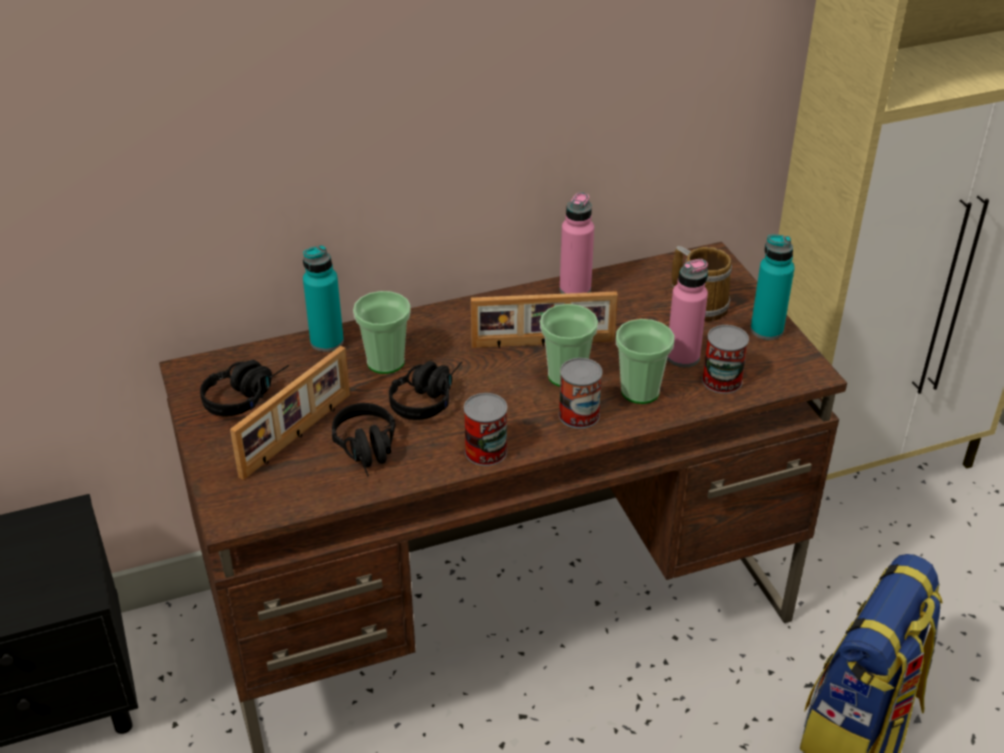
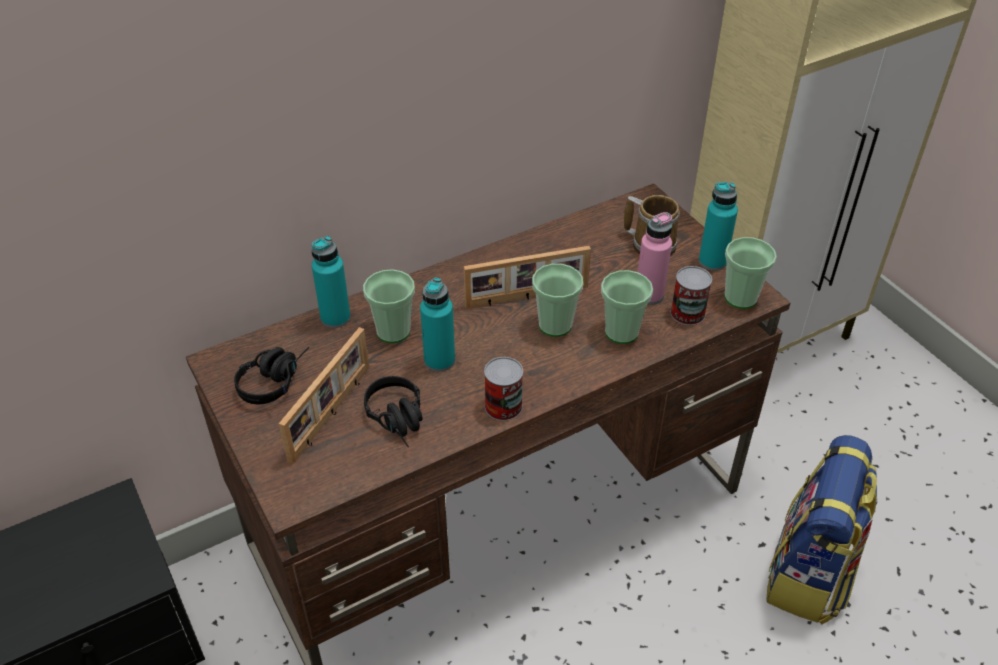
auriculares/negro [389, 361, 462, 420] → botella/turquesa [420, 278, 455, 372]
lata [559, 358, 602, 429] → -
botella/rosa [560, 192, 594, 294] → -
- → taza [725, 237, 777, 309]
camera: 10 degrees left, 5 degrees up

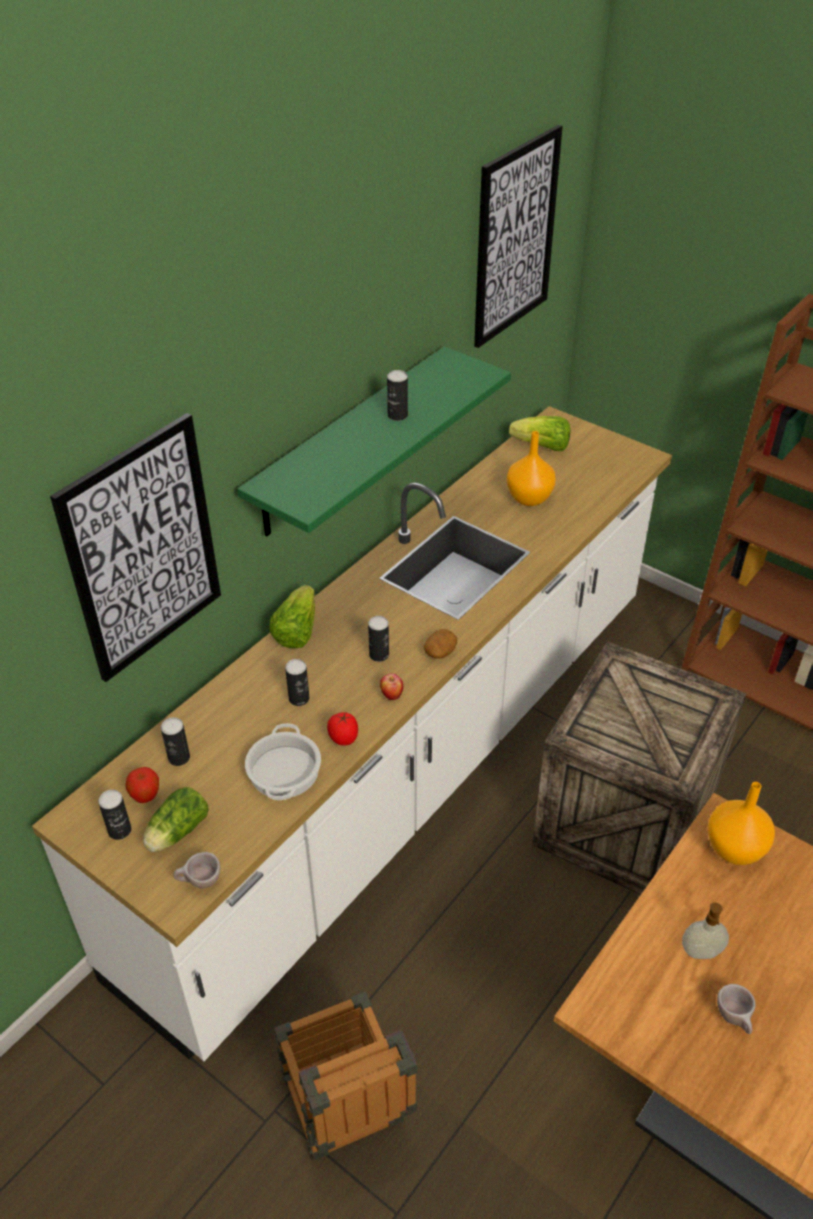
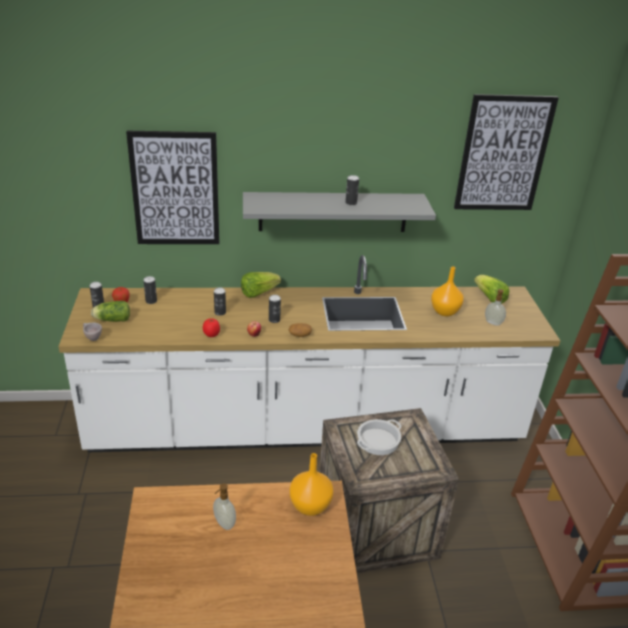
estante/verde [237, 347, 511, 536] → estante/gris [243, 192, 436, 232]
olla [245, 724, 321, 800] → olla [357, 419, 401, 455], shifted
caja de embalaje [274, 992, 417, 1161] → -
taza/beis [717, 984, 756, 1034] → -
- → dispensador de jabón [485, 289, 506, 326]
camera: 45 degrees right, 10 degrees down

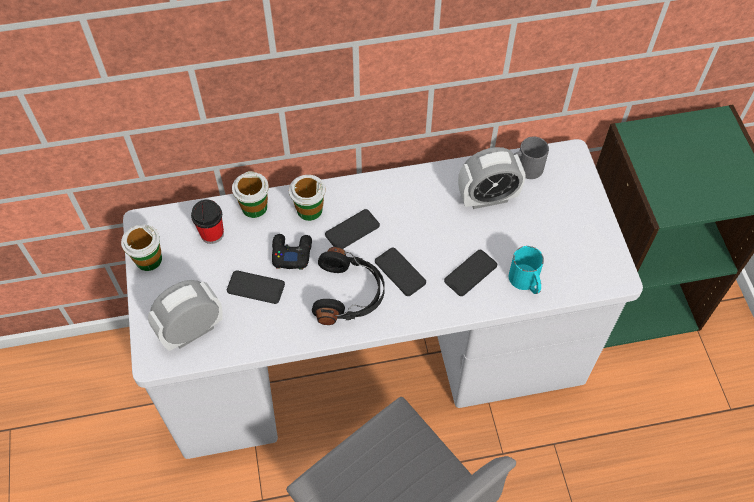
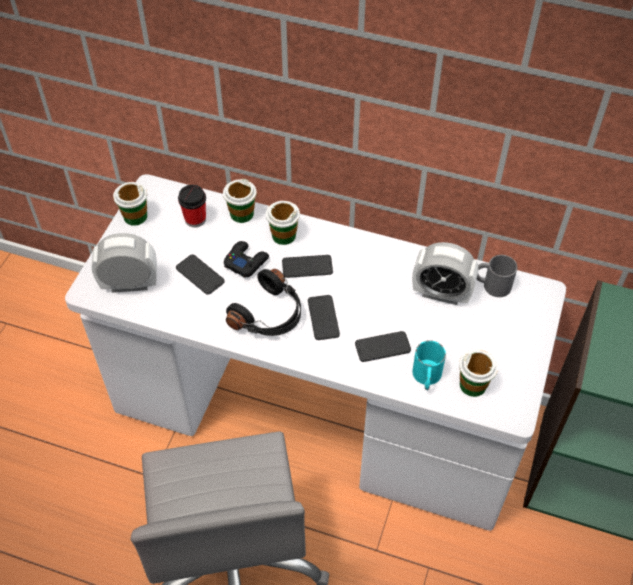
- → taza [459, 349, 498, 397]
camera: 30 degrees right, 5 degrees down

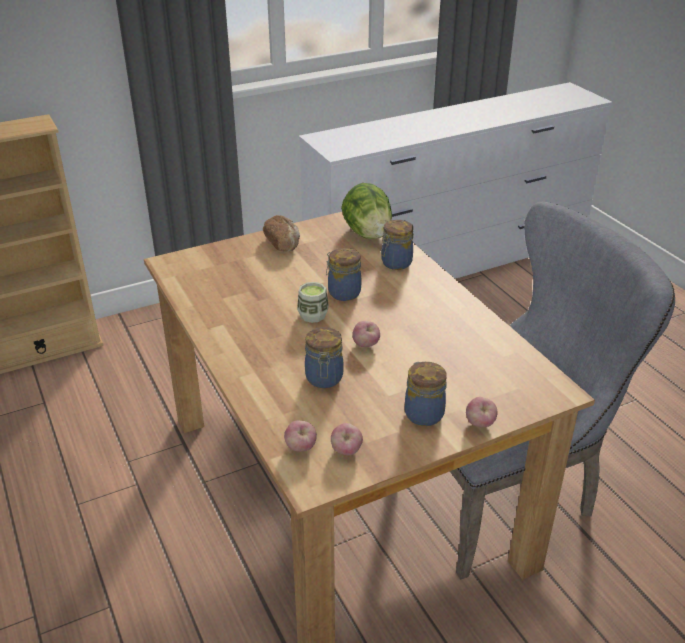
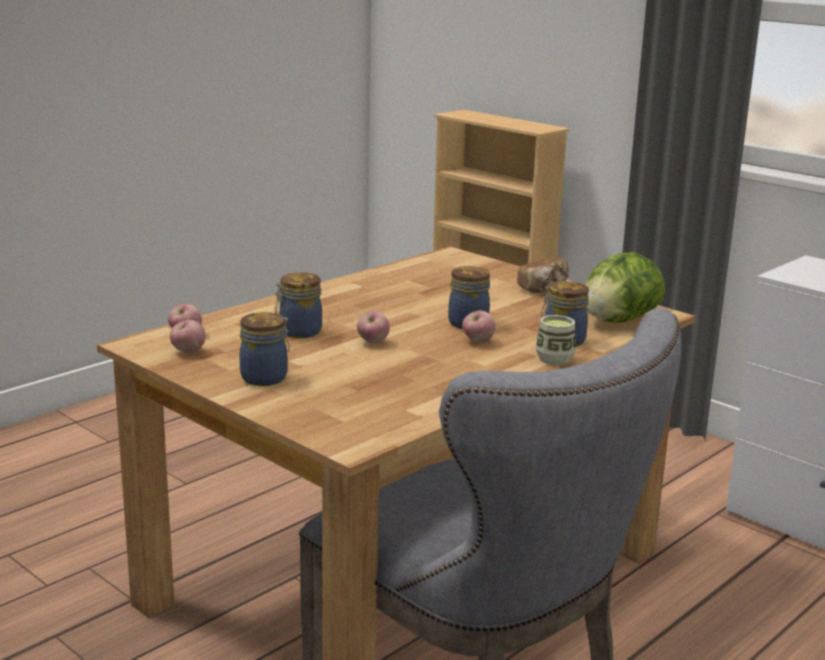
taza [297, 282, 329, 323] → taza [536, 315, 576, 365], shifted
manzana [466, 397, 498, 427] → manzana [462, 310, 496, 343], shifted
camera: 70 degrees right, 15 degrees down

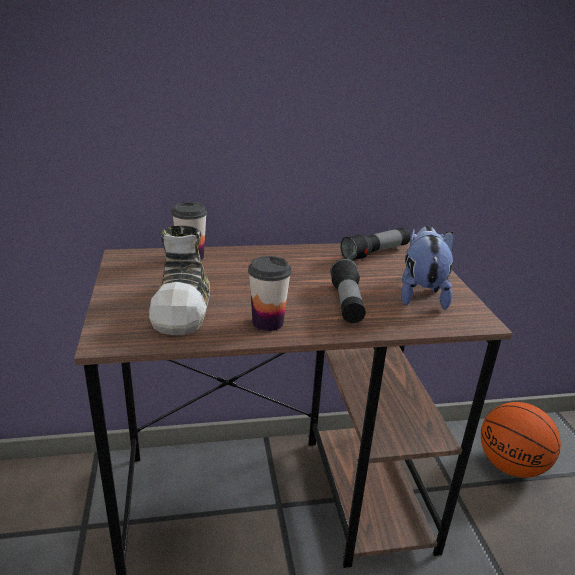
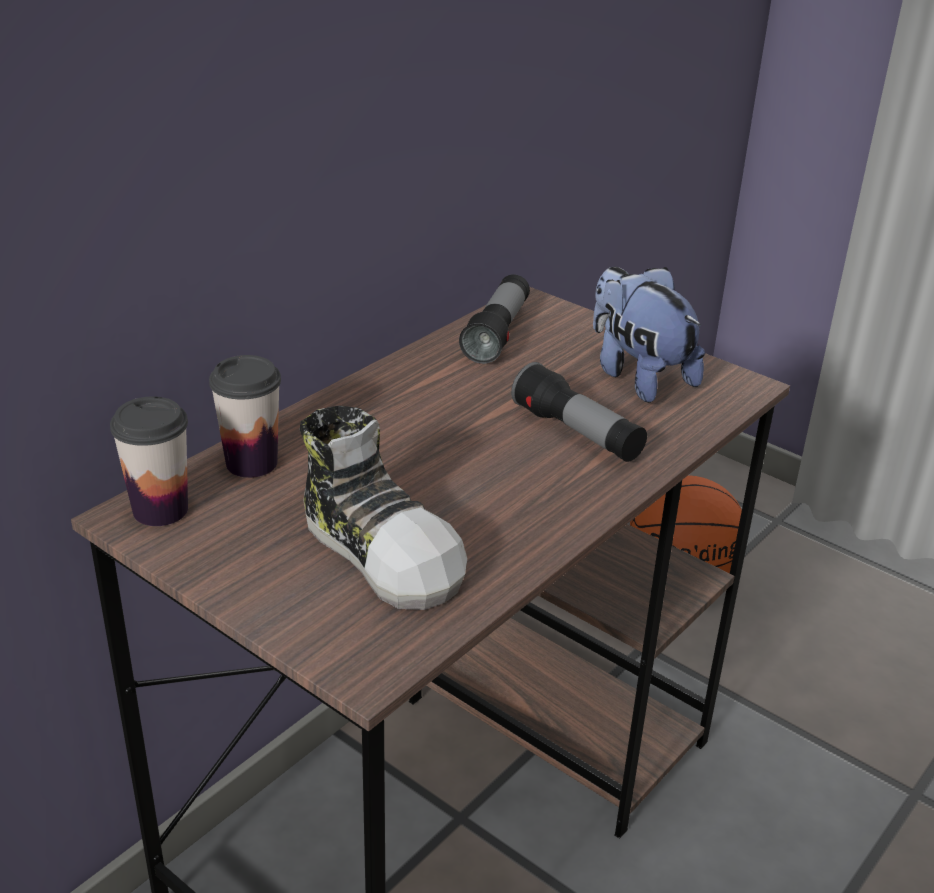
taza [248, 256, 292, 331] → taza [110, 397, 188, 526], shifted
camera: 40 degrees left, 5 degrees up

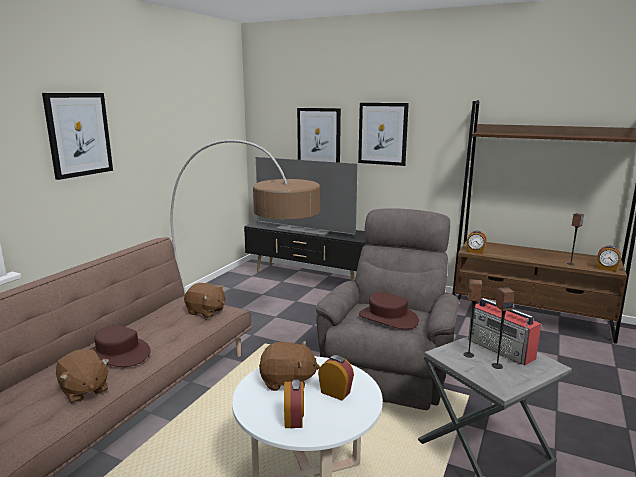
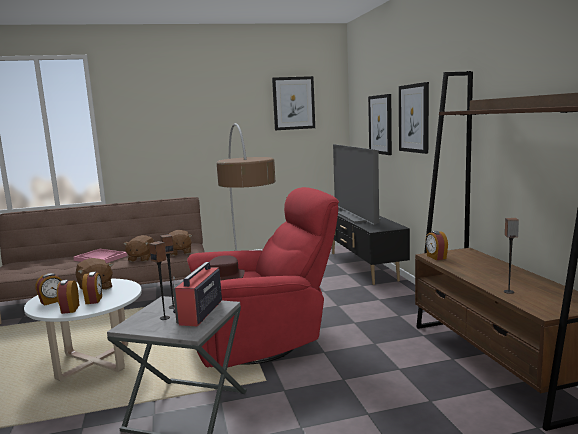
cuadro [42, 93, 113, 180] → cuadro [272, 76, 315, 130], shifted
peluche/marrón [56, 349, 109, 403] → peluche/marrón [123, 235, 154, 262], shifted
sombrero/marrón [91, 325, 150, 367] → bandeja/rosa [73, 249, 127, 263]
sillón/gris [316, 208, 459, 410] → sillón/rojo [187, 187, 339, 368]
despertador [598, 246, 621, 272] → despertador [57, 280, 79, 314], shifted
camera: 50 degrees right, 5 degrees down

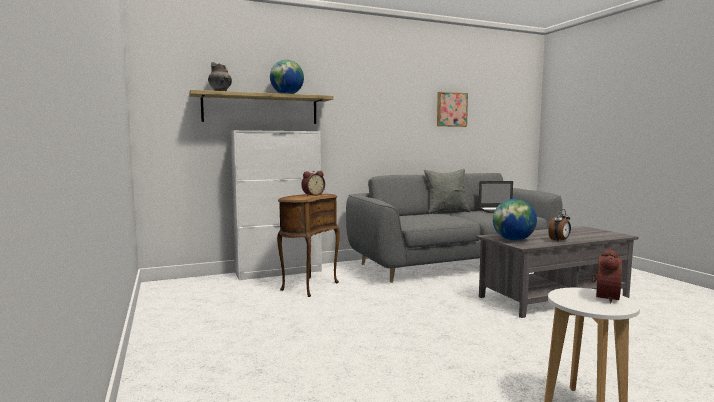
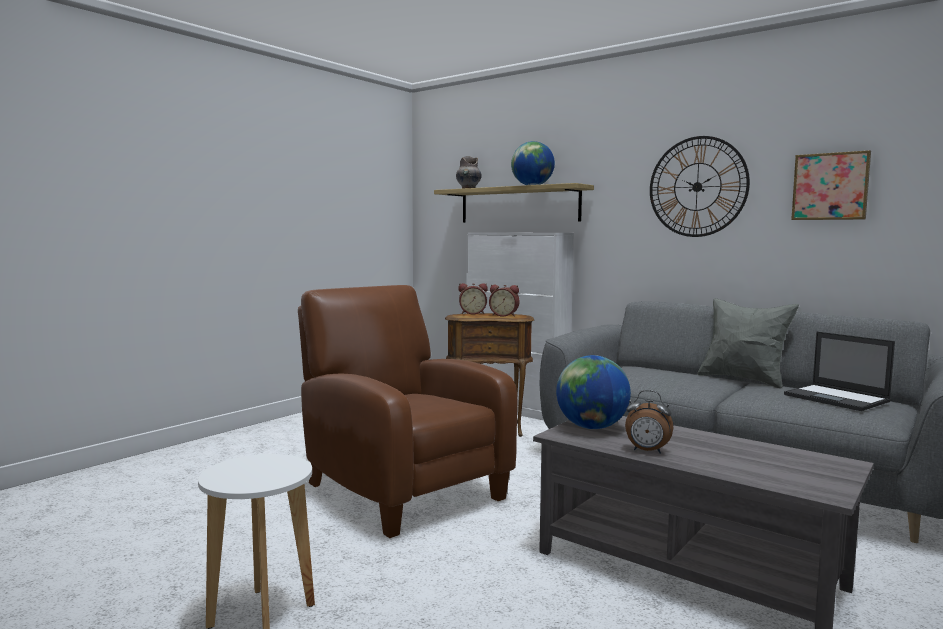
despertador [591, 249, 622, 303] → despertador [458, 283, 488, 314], shifted
- → sillón/marrón [298, 285, 518, 538]
- → reloj de pared [650, 136, 750, 237]
camera: 60 degrees right, 0 degrees up

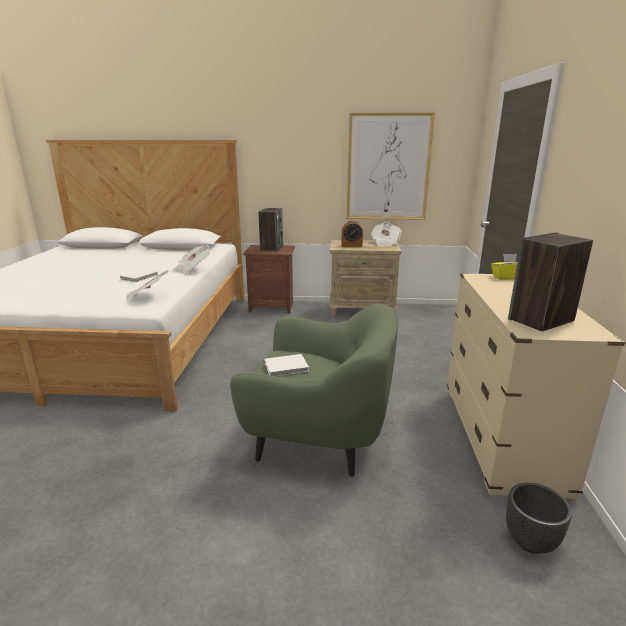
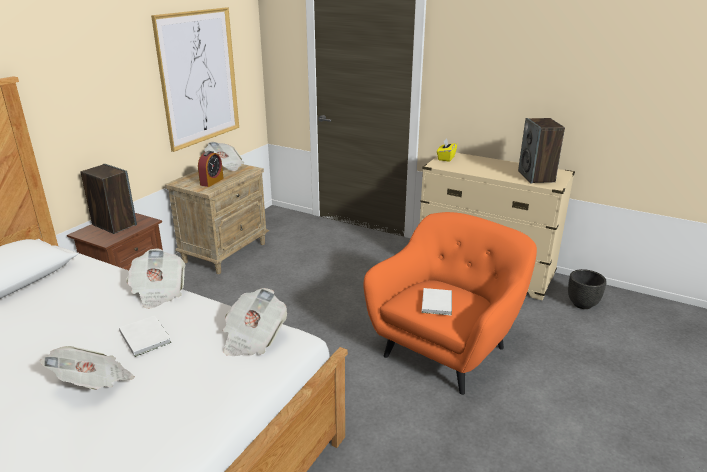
sillón/verde [230, 303, 398, 476] → sillón/naranja [363, 212, 537, 395]
- → periódico [40, 346, 135, 390]
camera: 65 degrees left, 5 degrees up

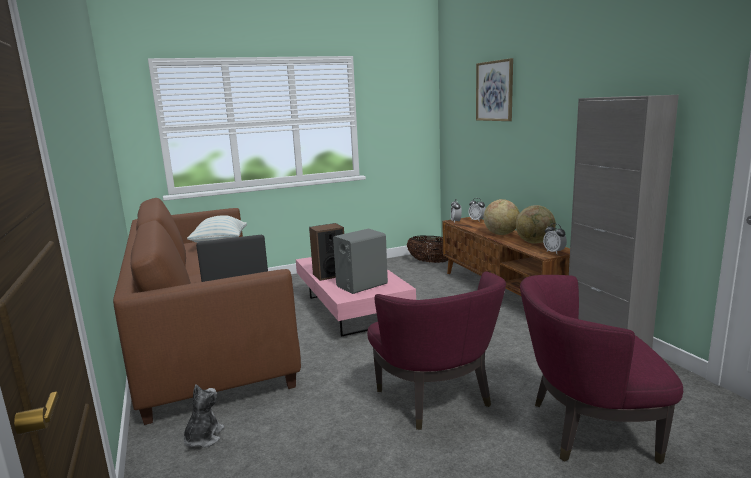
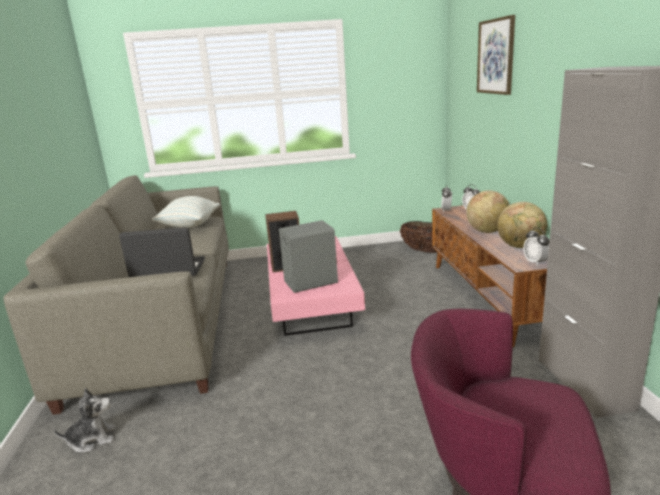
sofá/marrón [113, 198, 301, 425] → sofá/gris [3, 175, 229, 415]
peluche [184, 384, 224, 448] → peluche [54, 388, 115, 453], 45 degrees clockwise
sillón/morado [367, 271, 506, 430] → -
camera: 15 degrees right, 5 degrees up

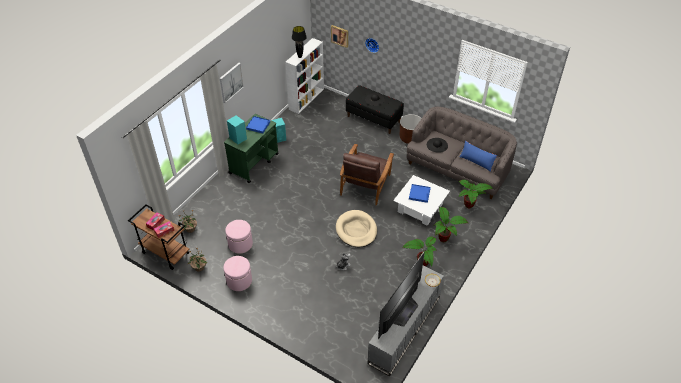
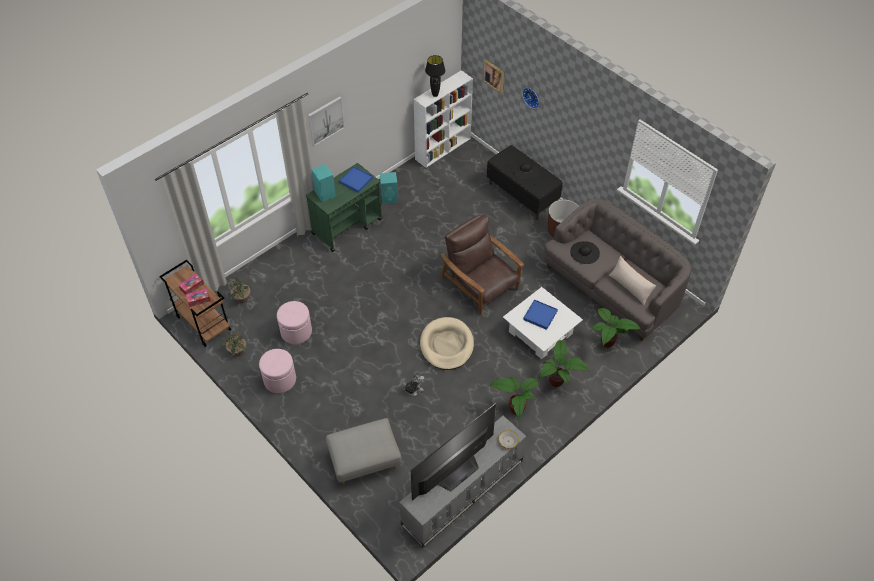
sillón/marrón [340, 144, 394, 206] → sillón/marrón [441, 214, 524, 315], 105 degrees clockwise
cojín/azul [459, 141, 497, 172] → cojín/beis [609, 256, 656, 305]
- → puf/gris [326, 418, 402, 485]
camera: 15 degrees right, 5 degrees up

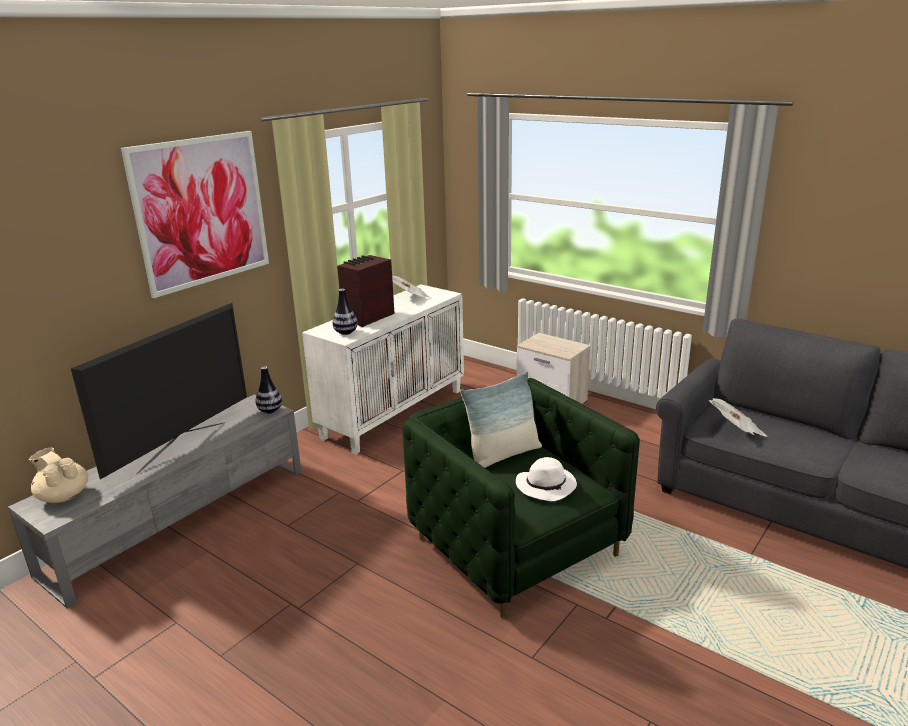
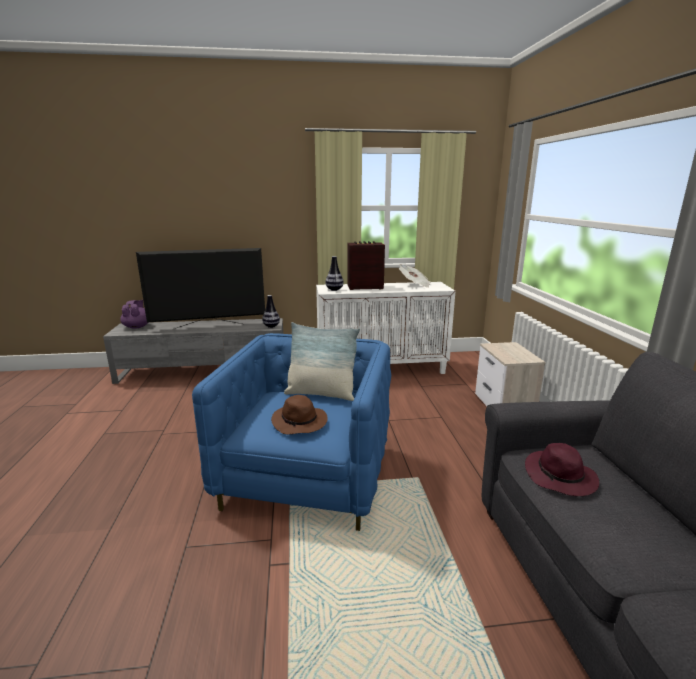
tetera/beis [29, 447, 88, 503] → tetera/morado [120, 300, 149, 329]
cuadro [121, 131, 269, 298] → -
sillón/verde [402, 378, 640, 619] → sillón/azul [192, 333, 391, 531]
sombrero/blanco [516, 457, 577, 501] → sombrero/marrón [271, 395, 328, 435]
periódico [709, 398, 767, 437] → sombrero/morado [525, 443, 600, 496]
camera: 45 degrees right, 5 degrees down

